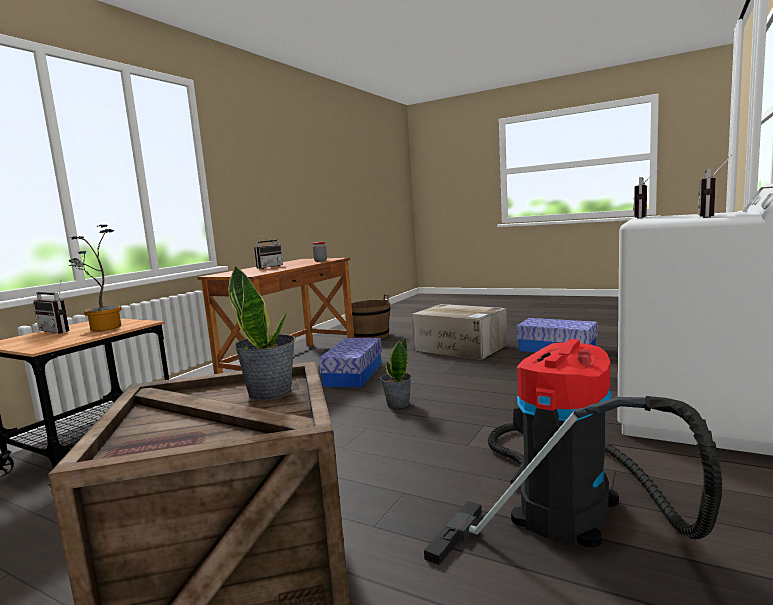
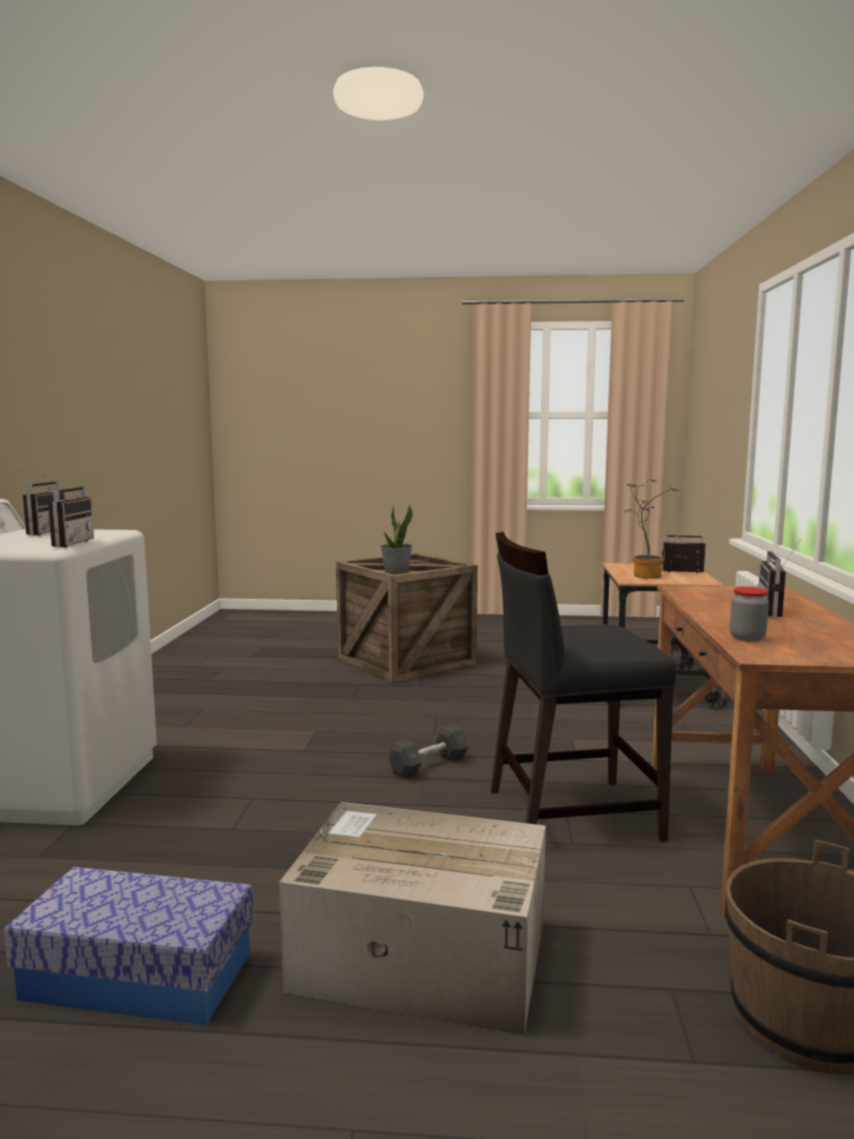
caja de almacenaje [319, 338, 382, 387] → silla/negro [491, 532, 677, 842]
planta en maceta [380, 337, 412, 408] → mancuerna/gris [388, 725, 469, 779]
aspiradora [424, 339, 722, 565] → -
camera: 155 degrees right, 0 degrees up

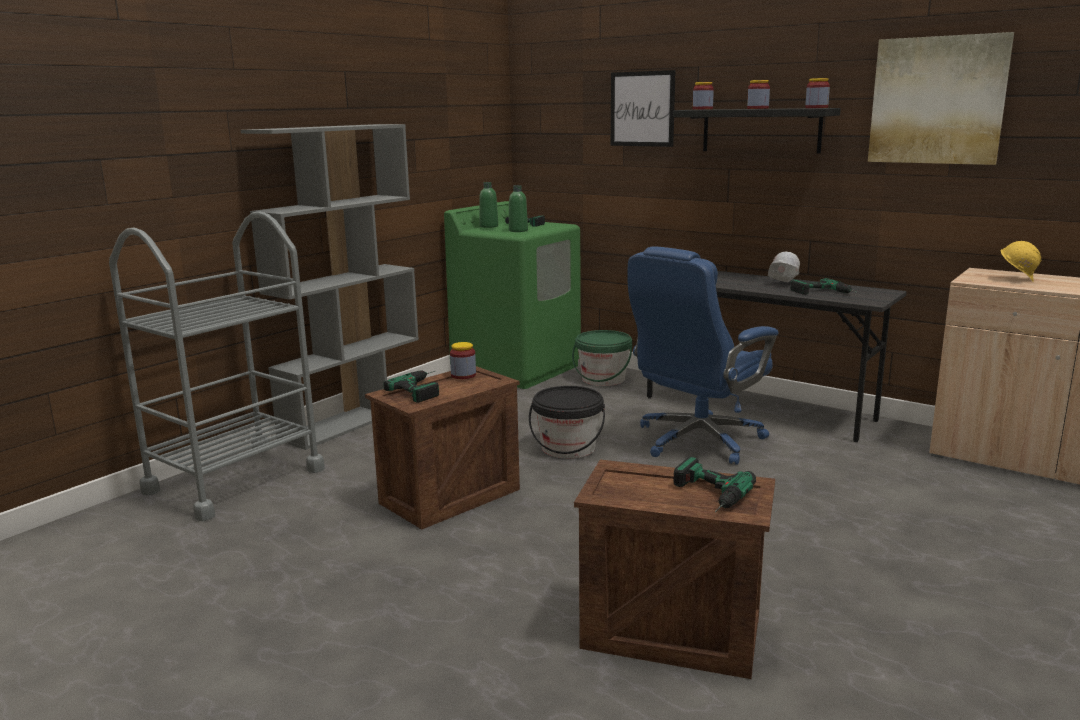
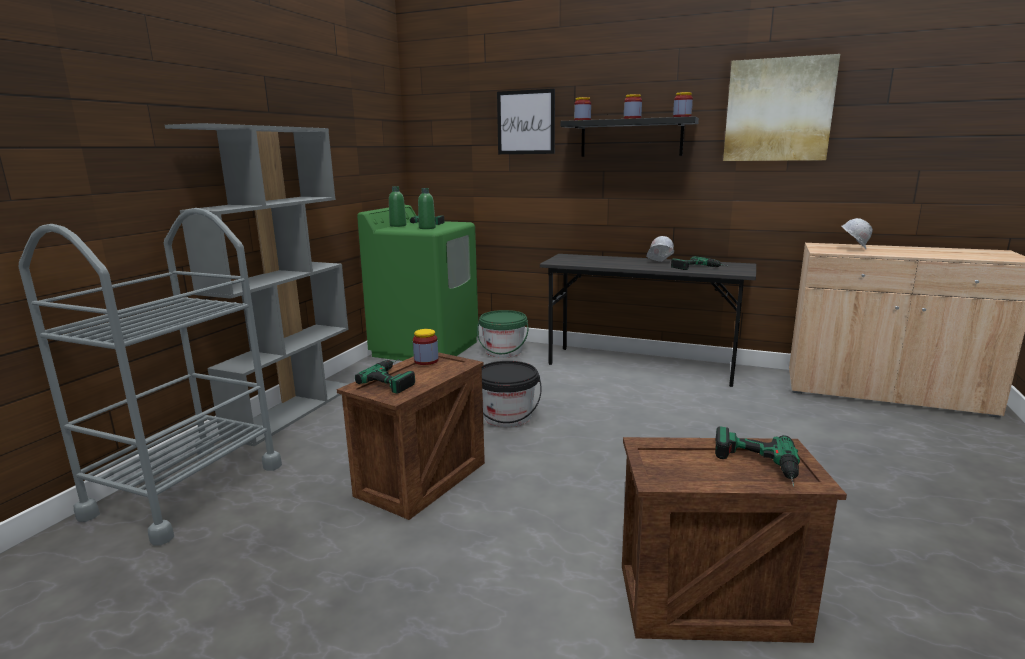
silla de oficina/azul [627, 246, 779, 465] → -
casco/amarillo [1000, 241, 1041, 282] → casco/blanco [841, 218, 873, 249]
camera: 15 degrees left, 0 degrees up

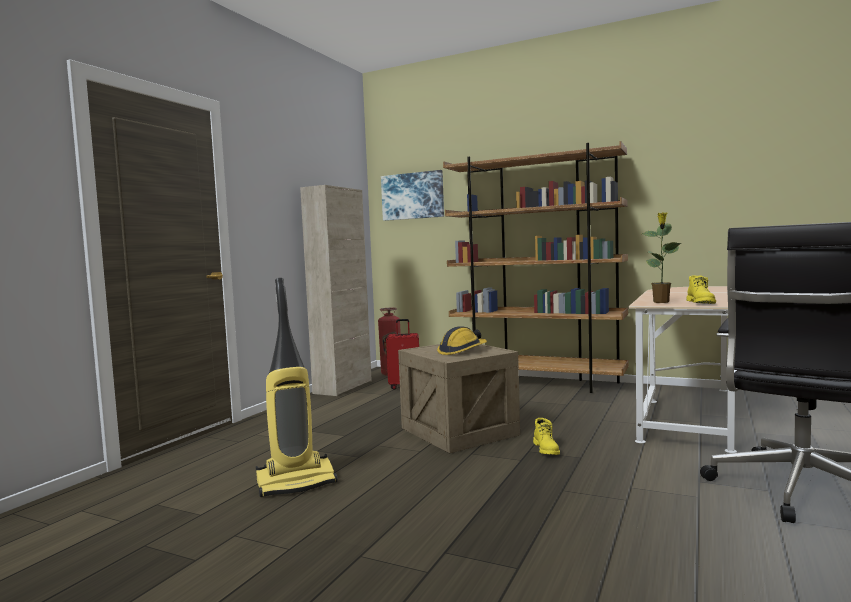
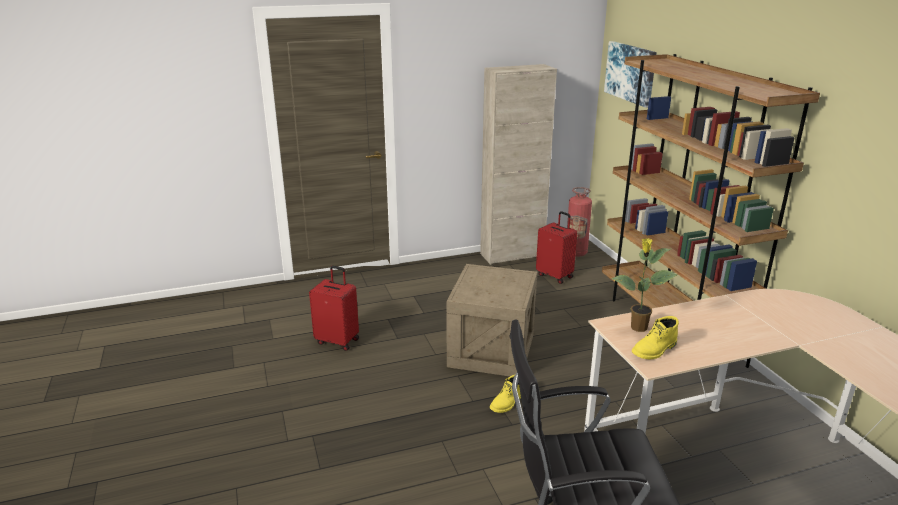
aspiradora [256, 278, 338, 497] → maleta/rojo [309, 266, 359, 351]
casco [437, 326, 487, 355] → -
camera: 45 degrees right, 20 degrees up

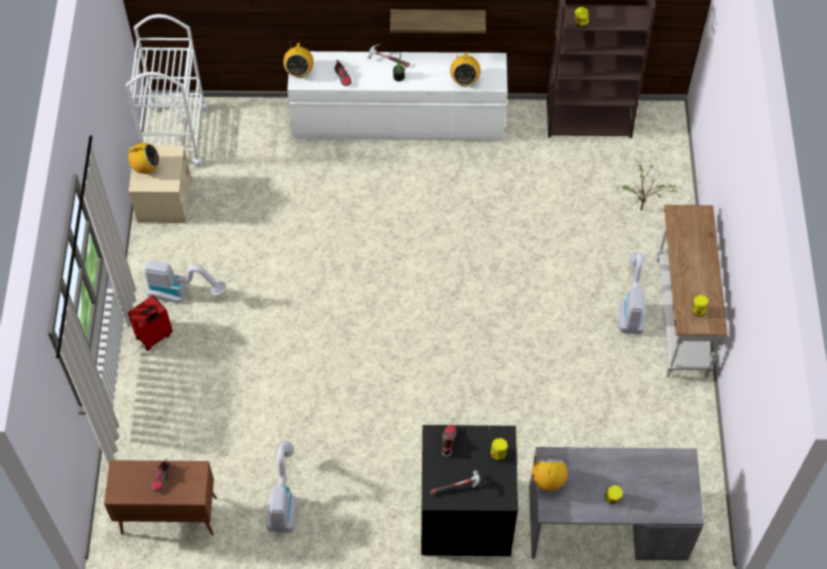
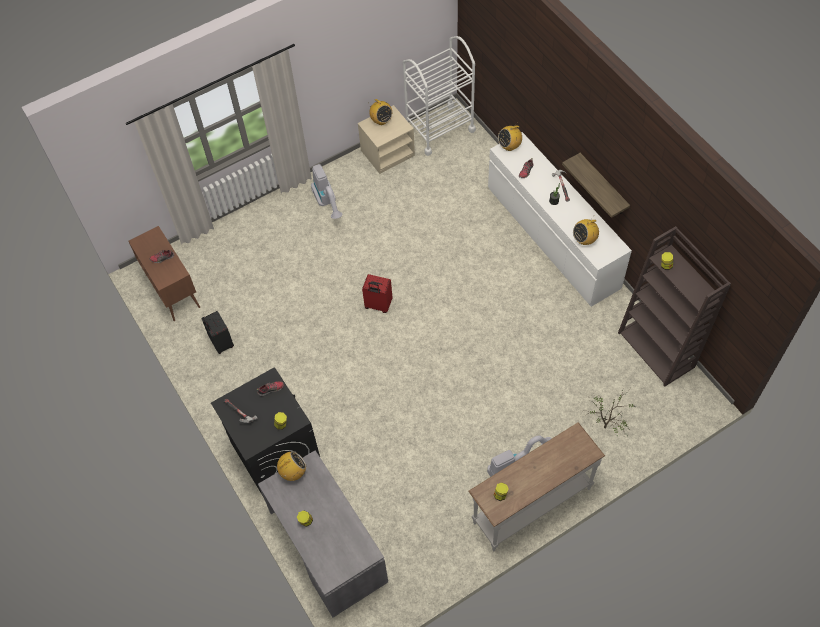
maleta/rojo [128, 295, 173, 351] → maleta/rojo [362, 274, 393, 313], shifted
aspiradora [266, 441, 296, 532] → maleta/negro [201, 311, 234, 354]
camera: 60 degrees right, 0 degrees up

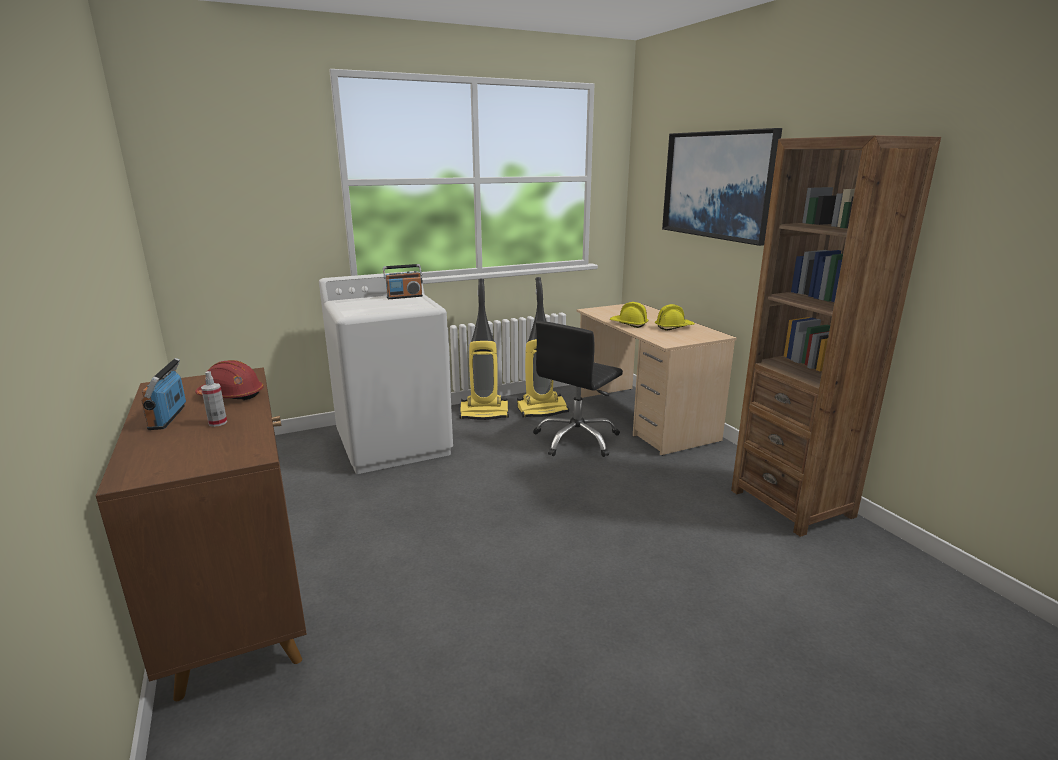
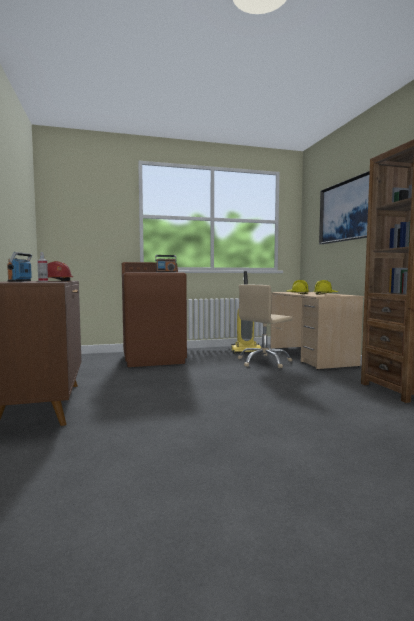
lavadora/blanco [319, 271, 453, 474] → lavadora/marrón [122, 262, 187, 367]
aspiradora [459, 279, 509, 420] → -
silla de oficina/negro [533, 321, 623, 457] → silla de oficina/beis [238, 285, 293, 368]
camera: 10 degrees right, 15 degrees down

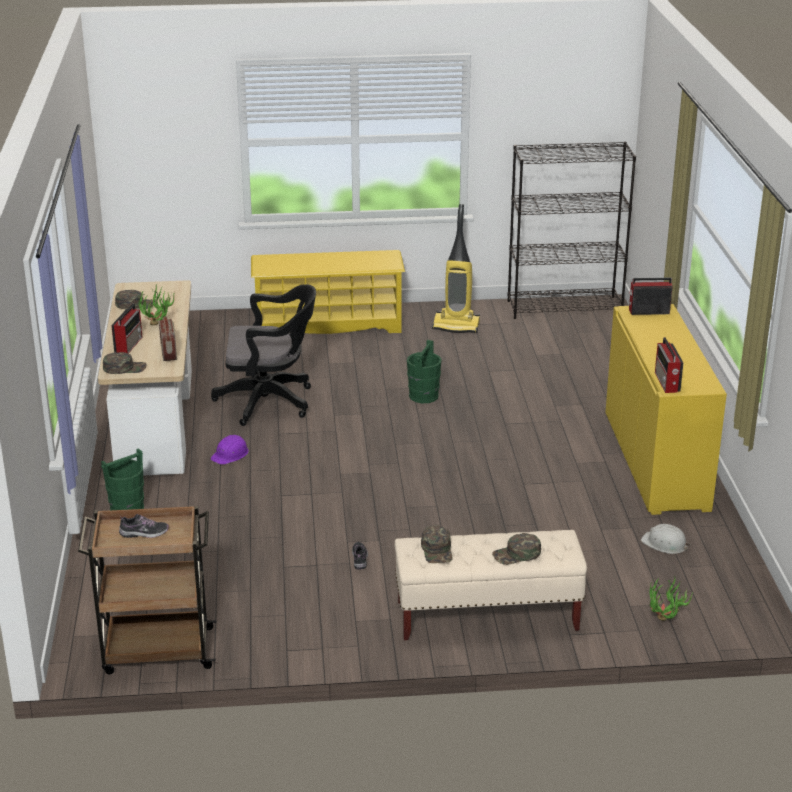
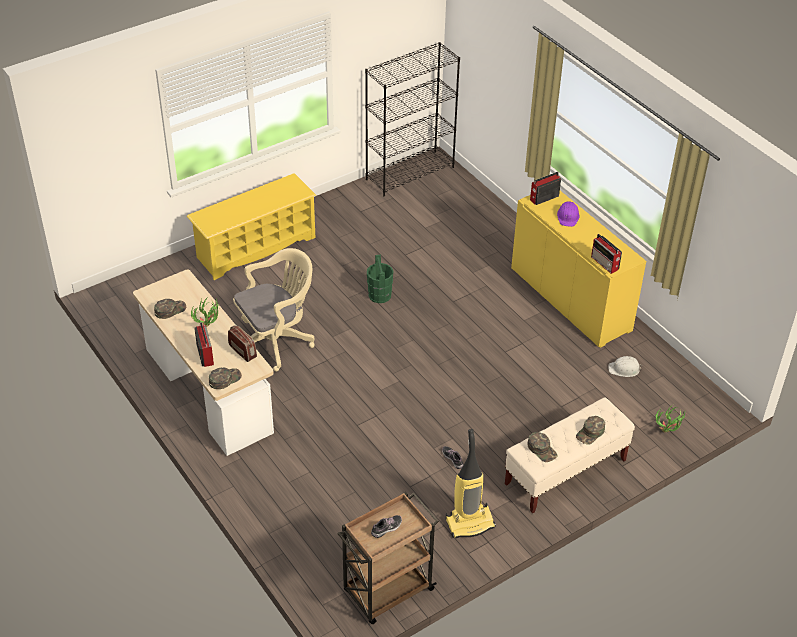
cubo/verde [101, 448, 144, 510] → -
silla de oficina/negro [211, 284, 316, 426] → silla de oficina/beis [233, 248, 315, 372]
casco/morado [211, 435, 249, 465] → casco/morado [557, 201, 579, 227], shifted
aspiradora [432, 204, 480, 333] → aspiradora [446, 429, 496, 538], shifted
camera: 30 degrees left, 15 degrees up

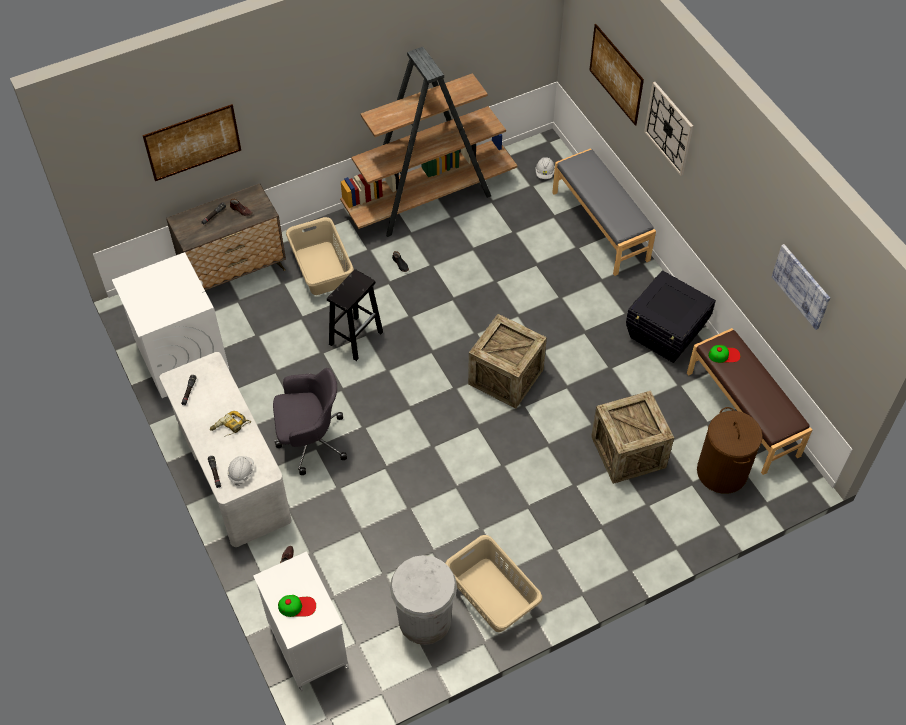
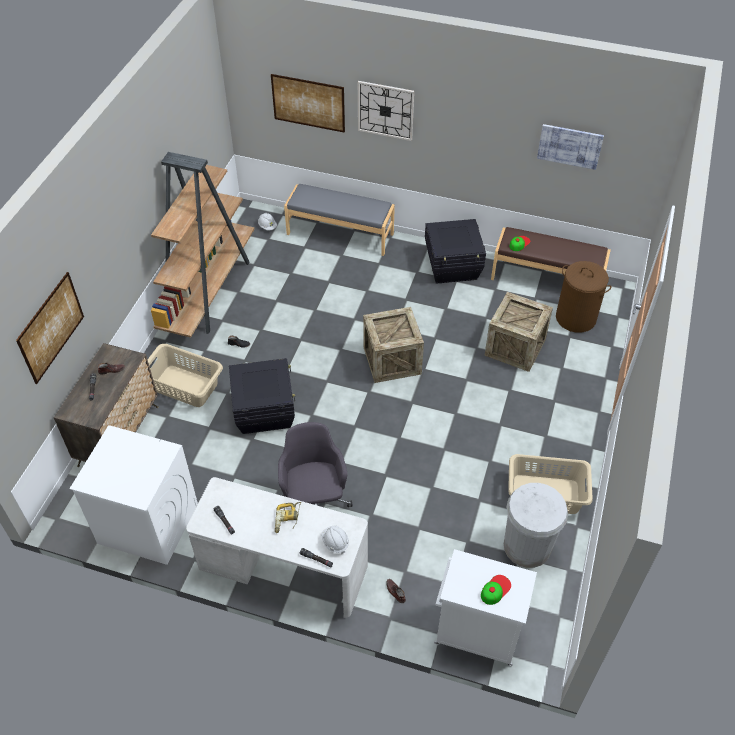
silla de oficina/gris [273, 368, 347, 475] → silla de oficina/gris [278, 422, 353, 507], 45 degrees counterclockwise
taburete/negro [327, 269, 383, 361] → caja de almacenaje/negro [229, 358, 295, 434]
camera: 45 degrees left, 5 degrees down

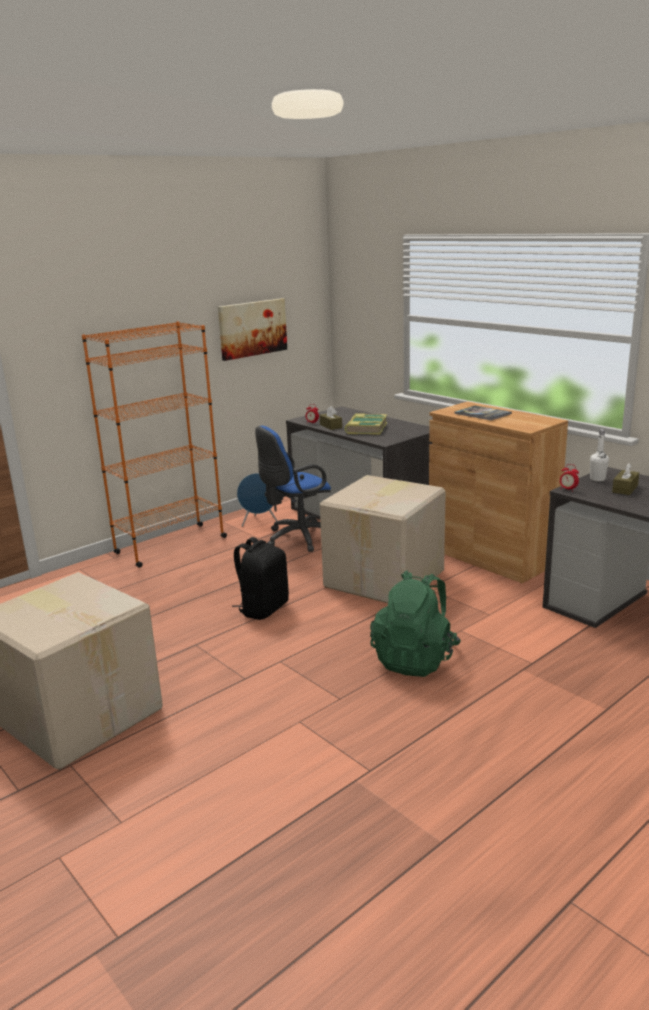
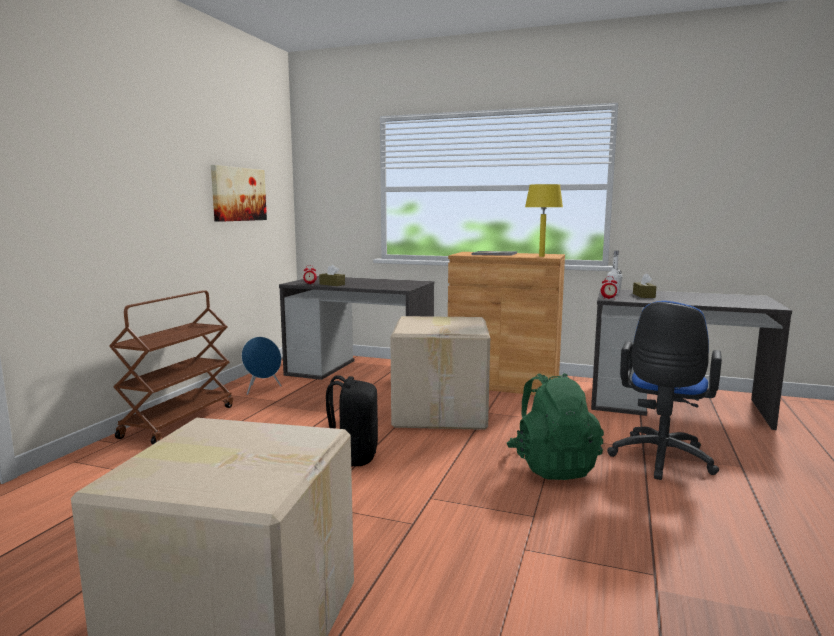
estantería/naranja [82, 321, 227, 568] → carrito/marrón [109, 290, 233, 445]
silla de oficina/azul [255, 426, 331, 552] → silla de oficina/azul [607, 301, 722, 480], shifted
libro [344, 413, 387, 435] → -
- → lámpara de mesa/amarillo [525, 184, 563, 257]
camera: 30 degrees left, 10 degrees down

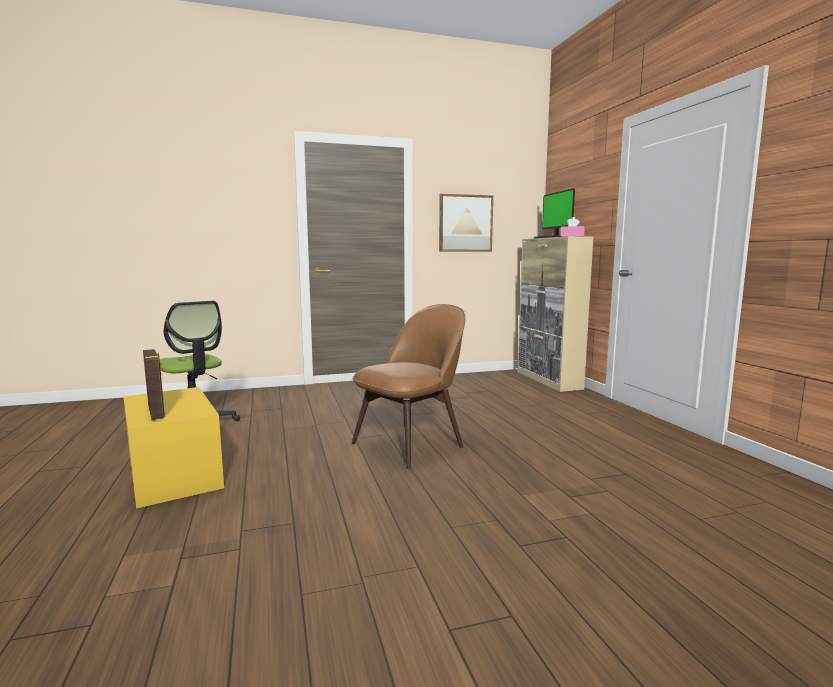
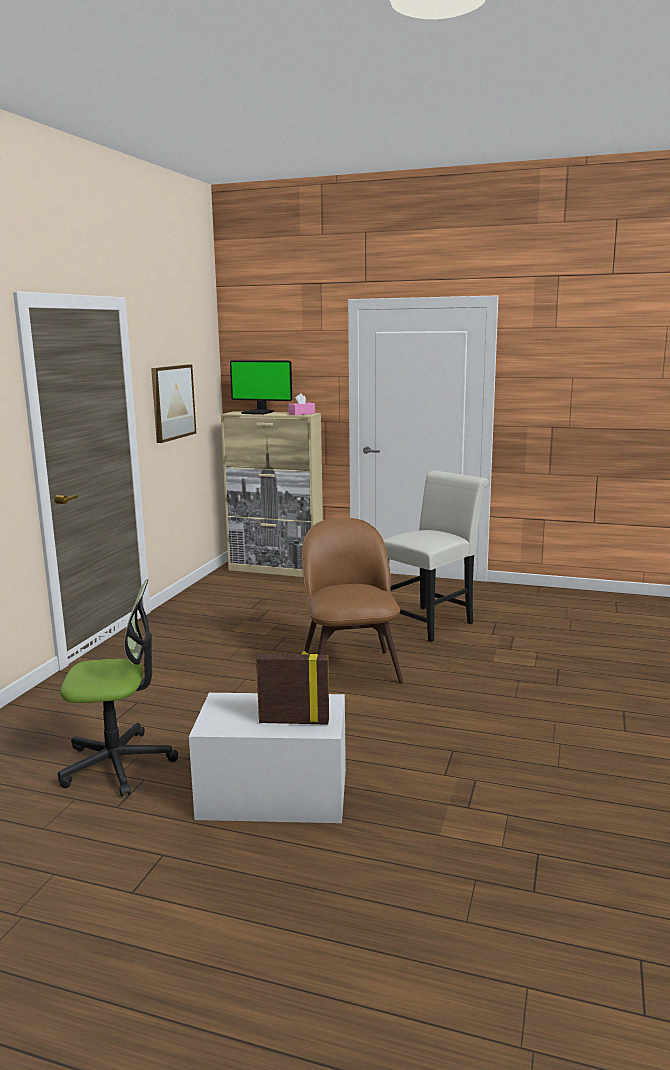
caja de almacenaje/amarillo [124, 387, 224, 508] → caja de almacenaje/blanco [189, 693, 346, 823]
- → silla/blanco [383, 470, 489, 642]
camera: 55 degrees left, 5 degrees up

